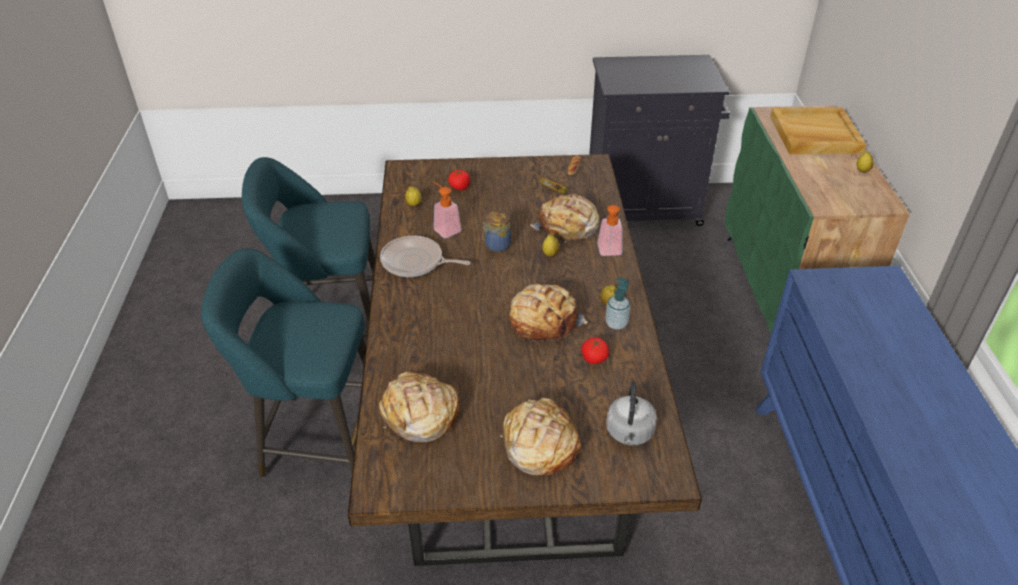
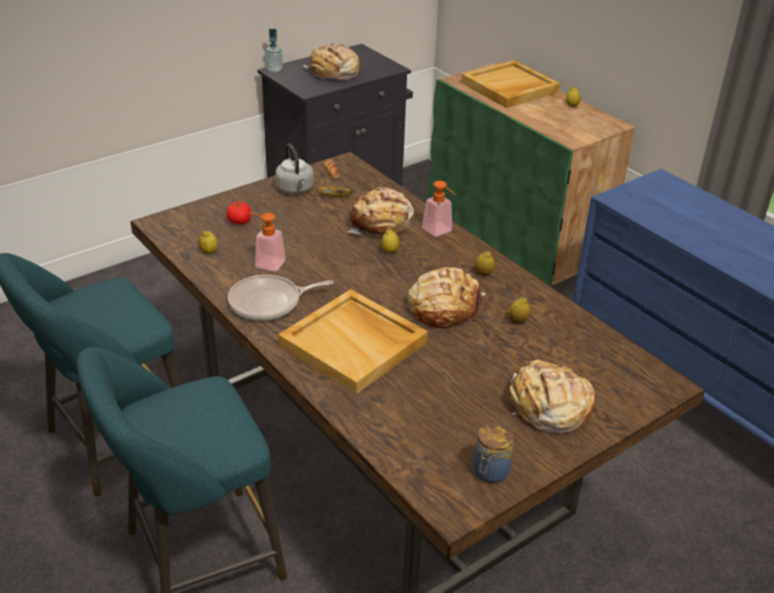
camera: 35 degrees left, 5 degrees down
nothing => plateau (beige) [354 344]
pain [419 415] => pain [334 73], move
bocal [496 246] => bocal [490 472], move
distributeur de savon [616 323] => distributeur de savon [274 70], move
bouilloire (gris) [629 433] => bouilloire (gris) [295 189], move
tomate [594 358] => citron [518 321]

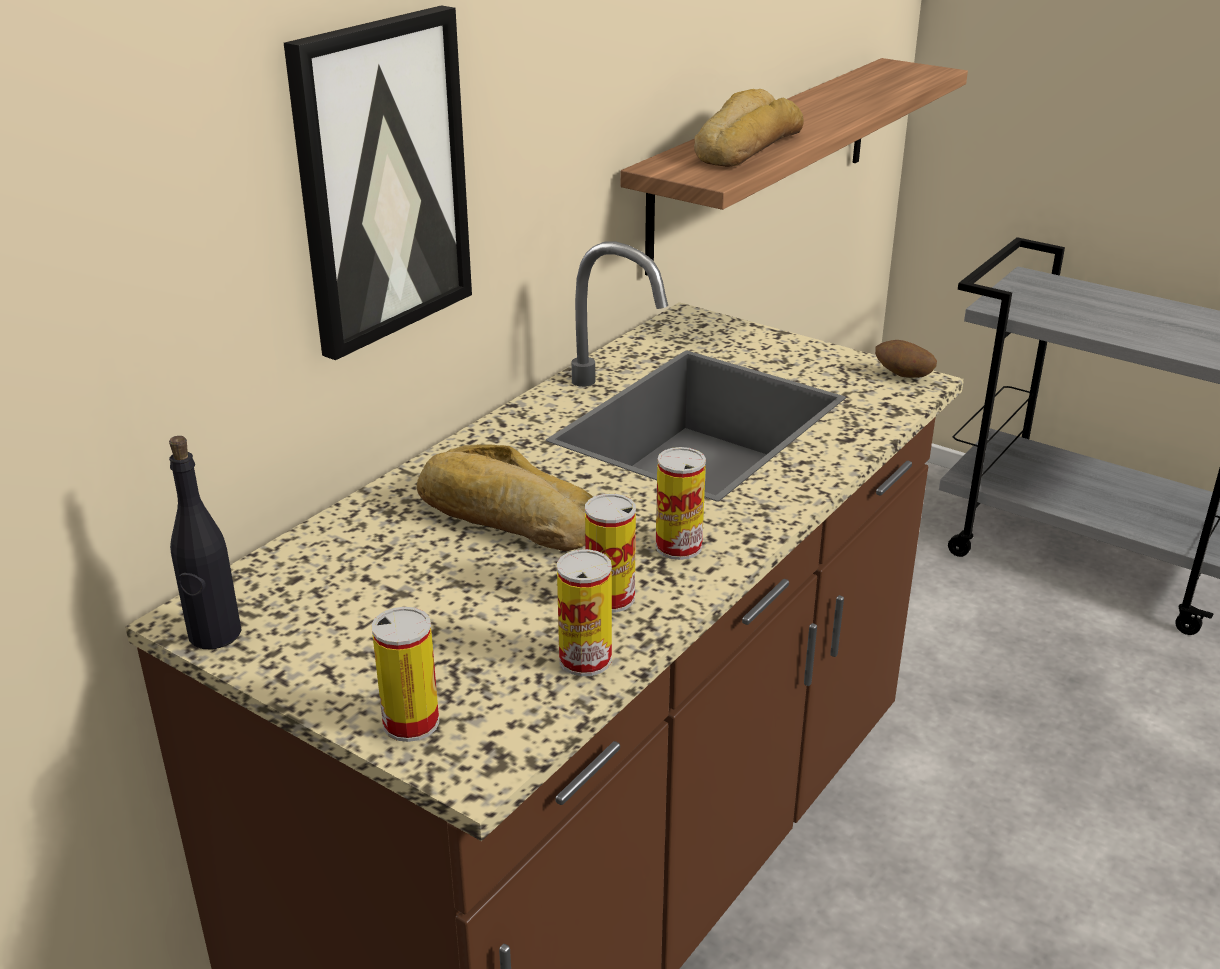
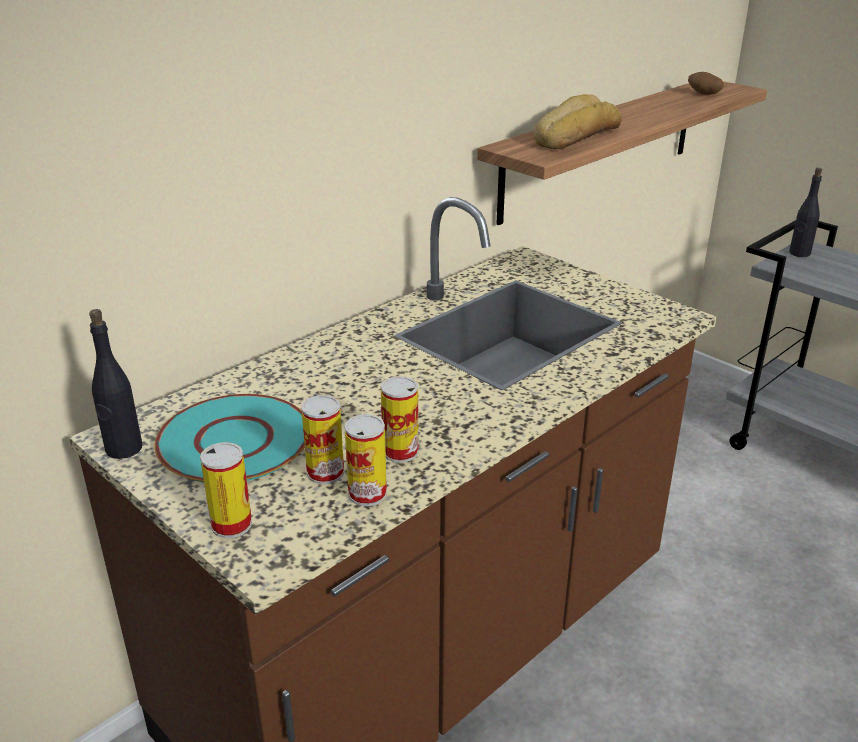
camera: 10 degrees right, 0 degrees up
tableau [381 181] => nothing
pain [506 518] => nothing
nothing => assiette (turquoise) [235 441]
nothing => bouteille (noir) [799 253]
boîte métallique [678 546] => boîte métallique [325 472], move
pomme de terre [902 376] => pomme de terre [703 94], move

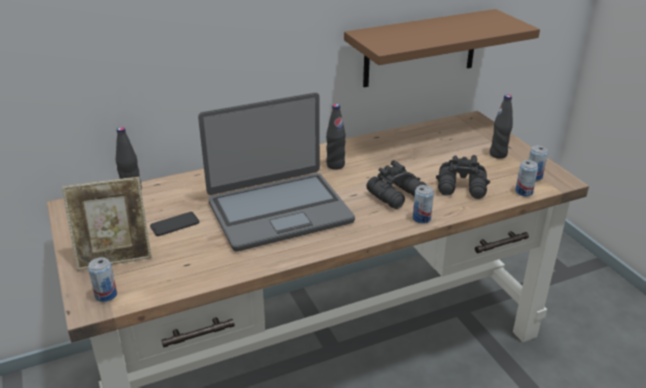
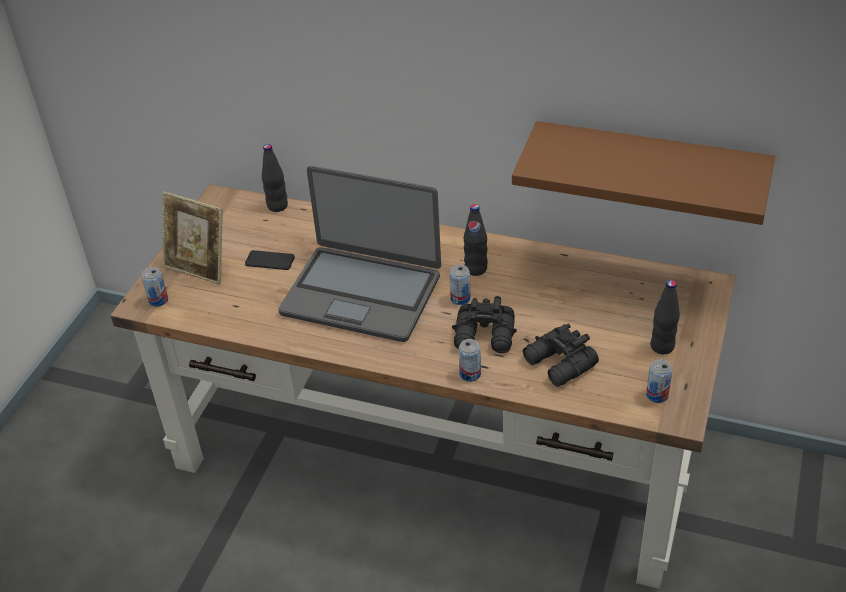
camera: 45 degrees right, 10 degrees up
boîte métallique [524 192] => boîte métallique [460 298], move

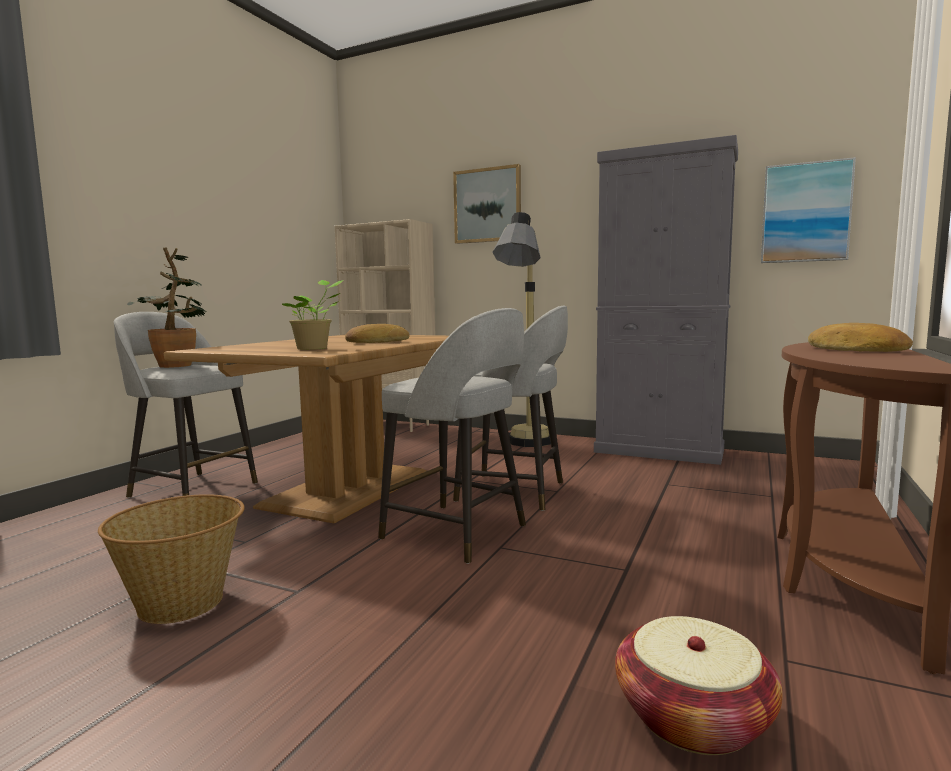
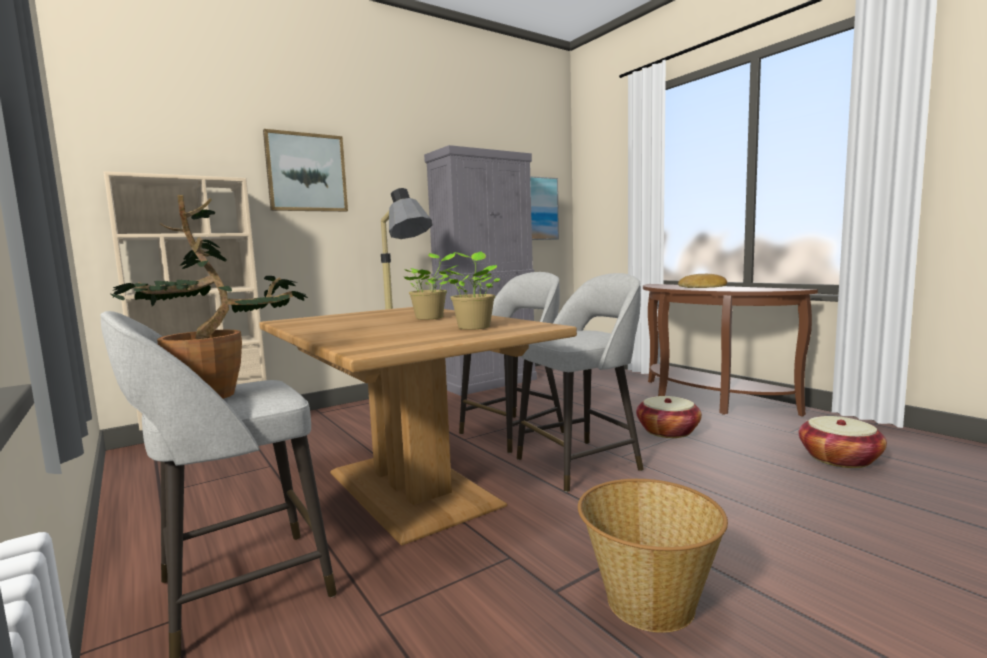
camera: 60 degrees left, 0 degrees up
nothing => panier [668 431]
pain [376 342] => plante en pot [431 317]

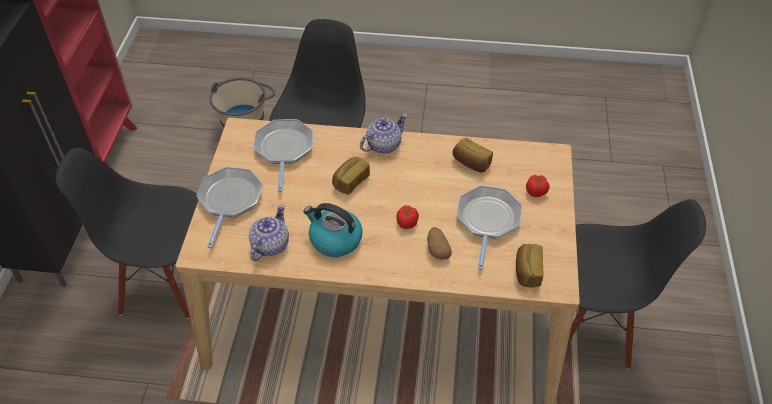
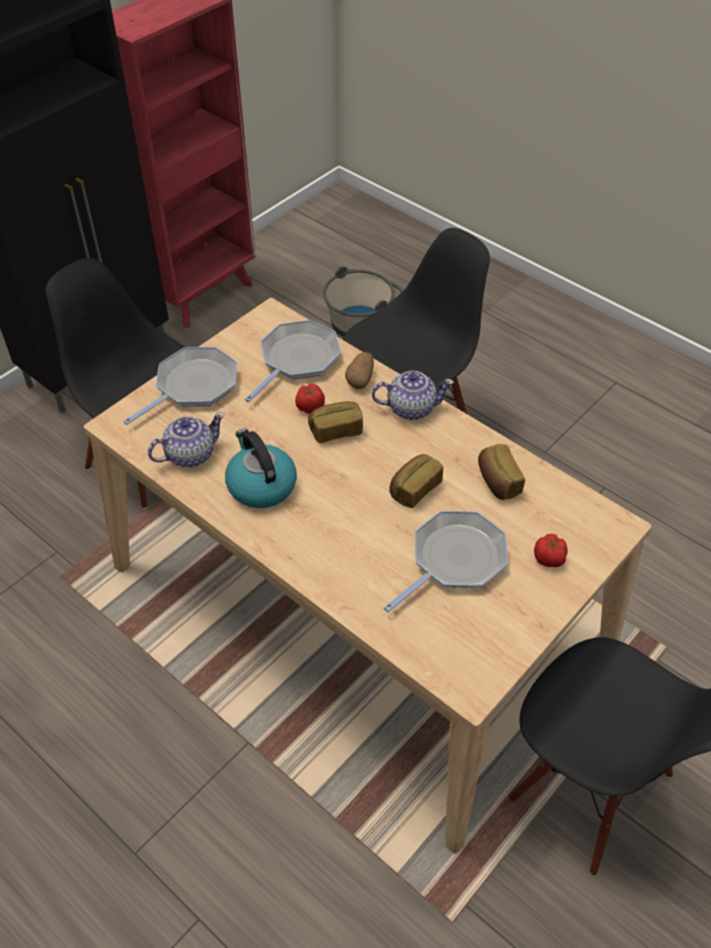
camera: 35 degrees right, 0 degrees up
tomate [406 223] => tomate [309 407], move
pomme de terre [437 249] => pomme de terre [361 379], move
pain [527 272] => pain [414 489], move

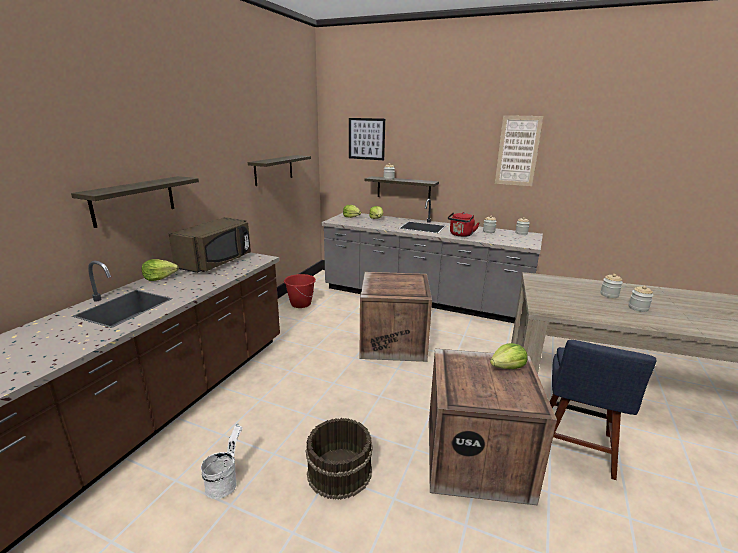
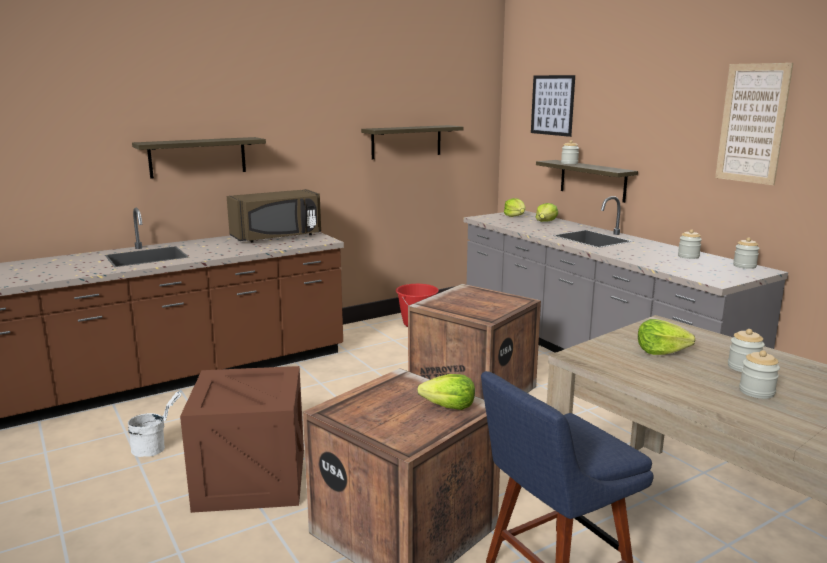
camera: 35 degrees right, 5 degrees down
bouilloire (rouge) [461 235] => nothing
laitue [159 278] => laitue [660 351], move
seau (marron) [339 471] => caisse [251 479]

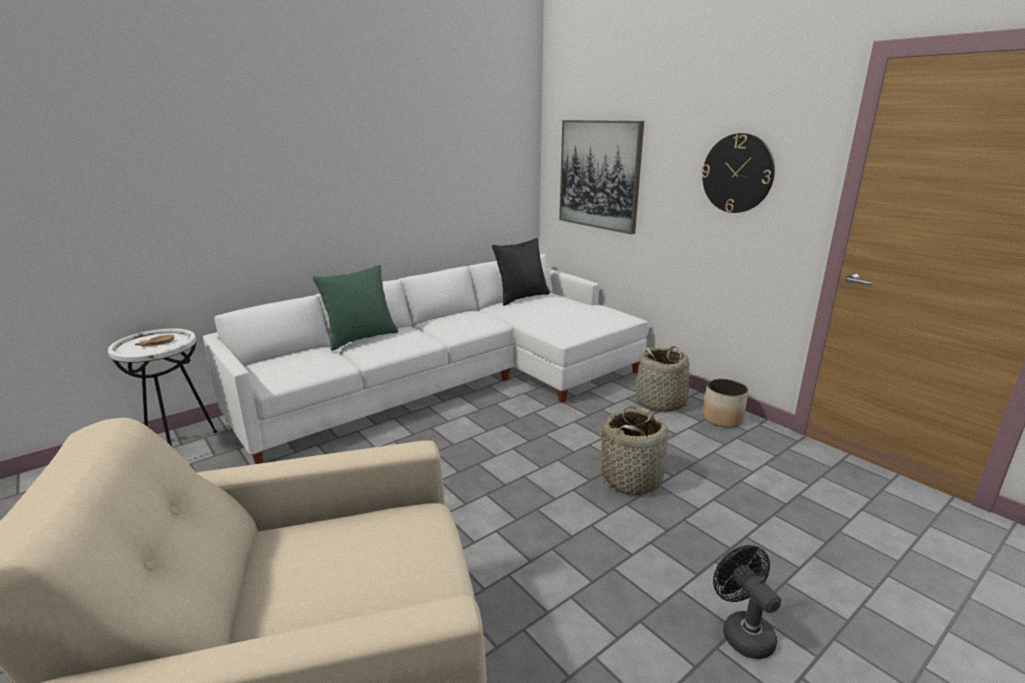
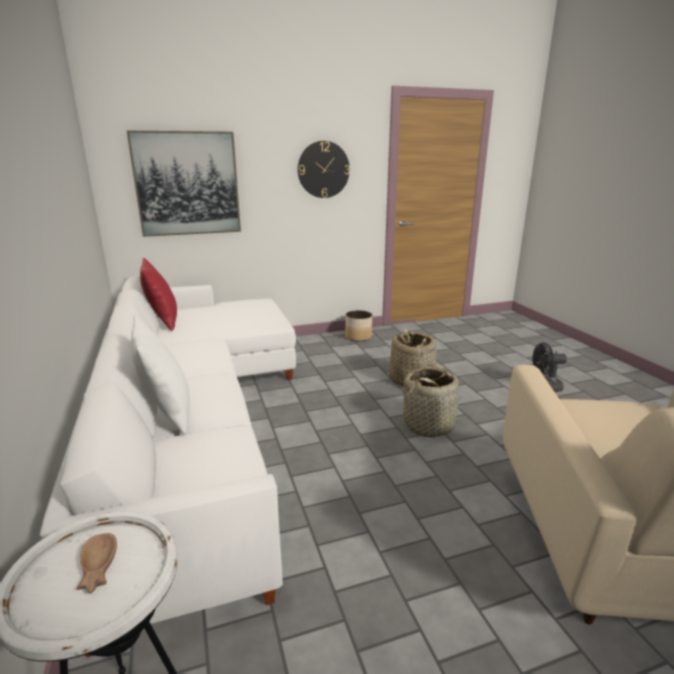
camera: 70 degrees left, 0 degrees up
panier [661 403] => panier [429 425], move
coussin (vert) [360 338] => coussin (blanc) [167 412]
coussin (noir) [521 298] => coussin (rouge) [163 321]

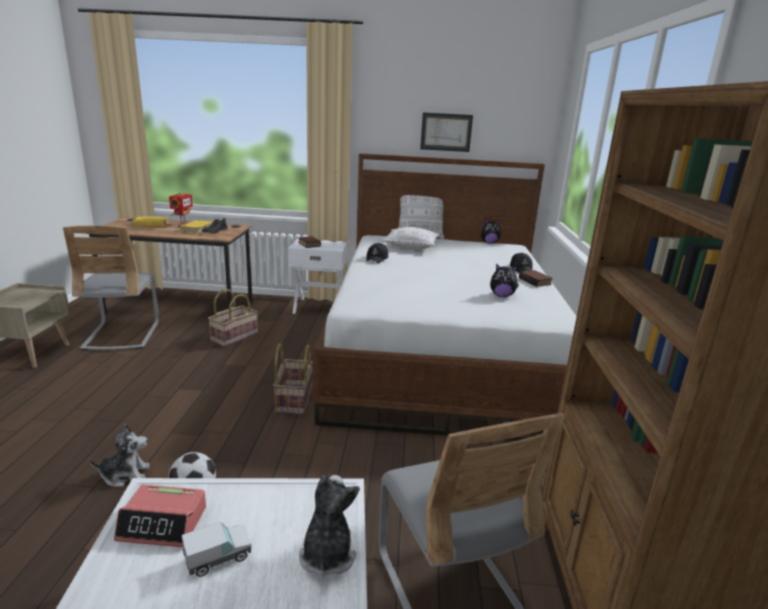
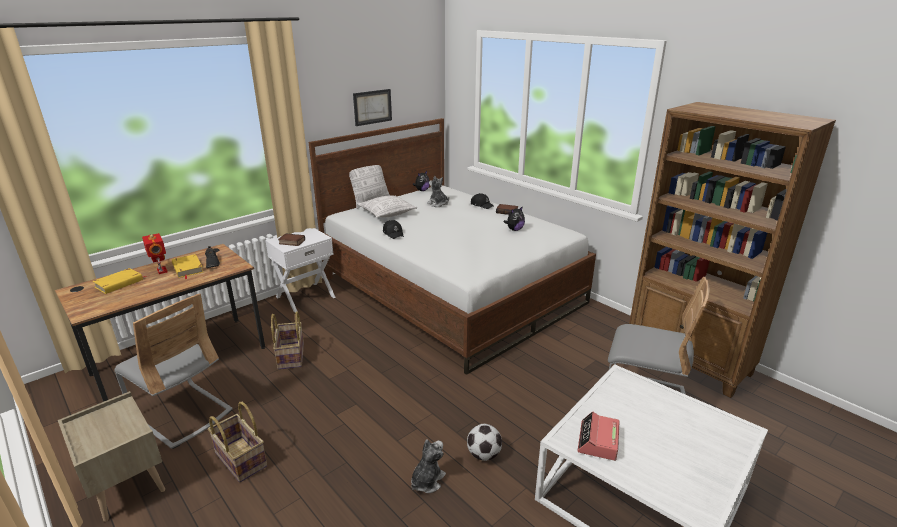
camera: 45 degrees left, 5 degrees up
camion jouet [218 558] => nothing
panier [293 399] => panier [240 459], move
peluche [327 554] => peluche [438 204], move
réveil [163 523] => réveil [598 441], 150 degrees clockwise

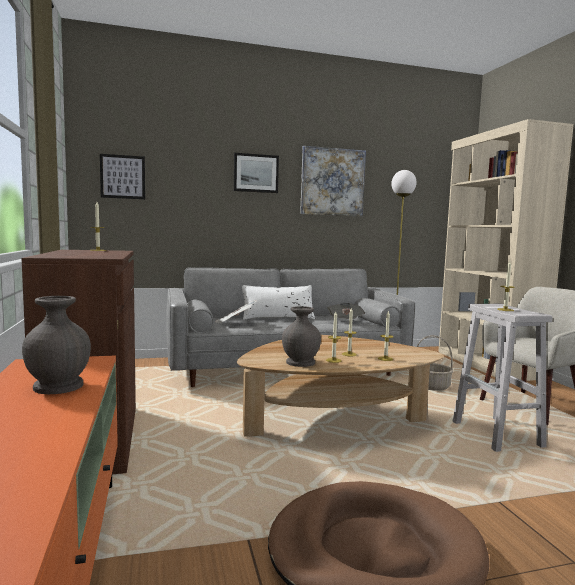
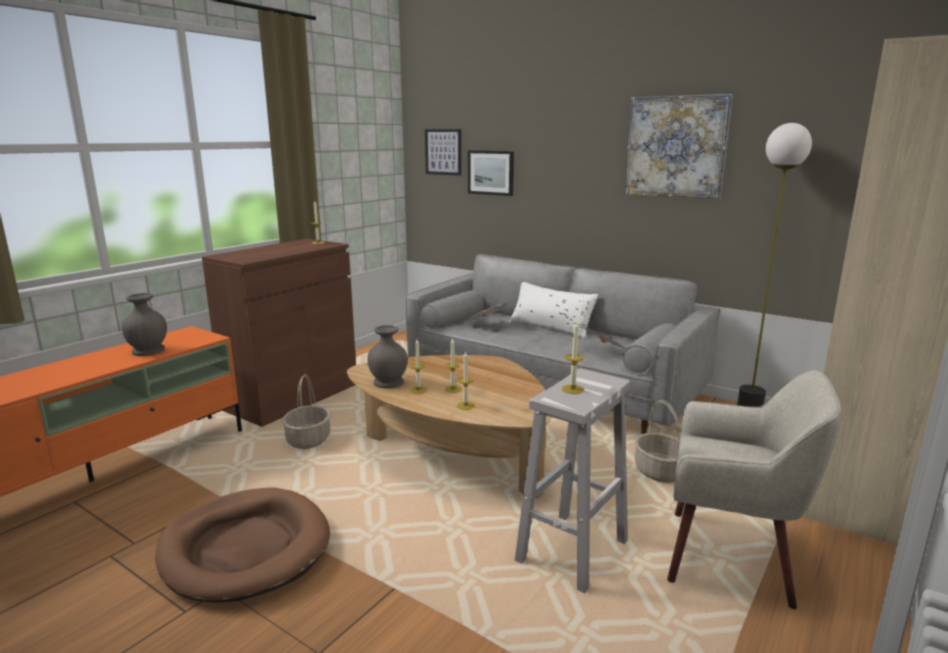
camera: 50 degrees right, 10 degrees up
nothing => panier [309 440]
tableau [256 173] => tableau [491 172], move

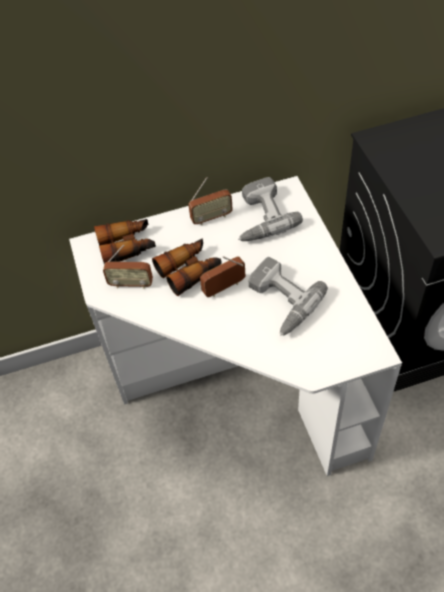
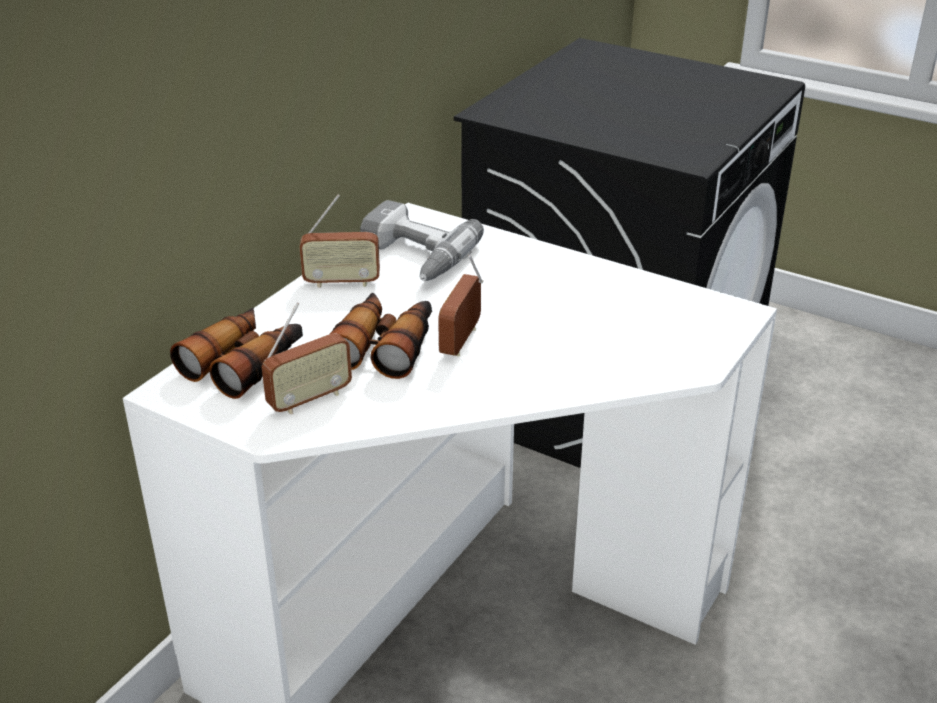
camera: 45 degrees left, 20 degrees down
perceuse [279 302] => nothing
radio [211 217] => radio [342 282], 60 degrees clockwise

